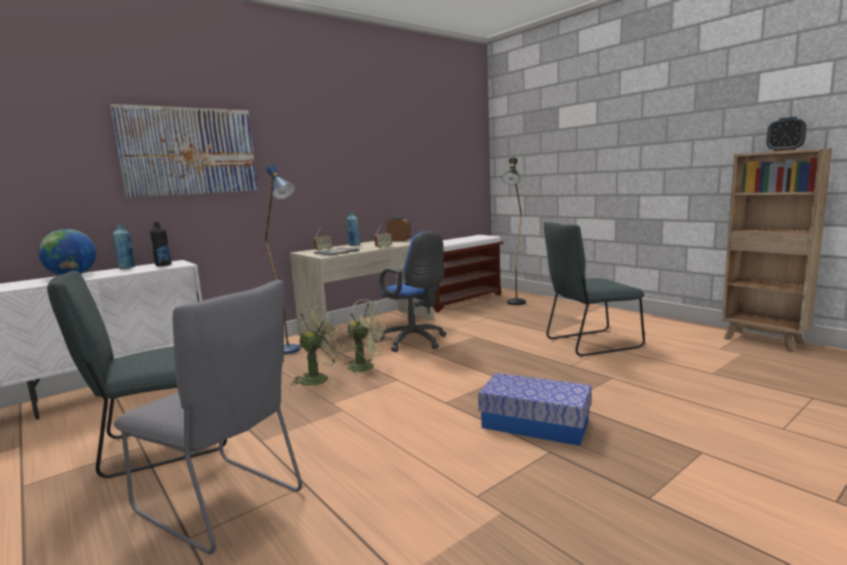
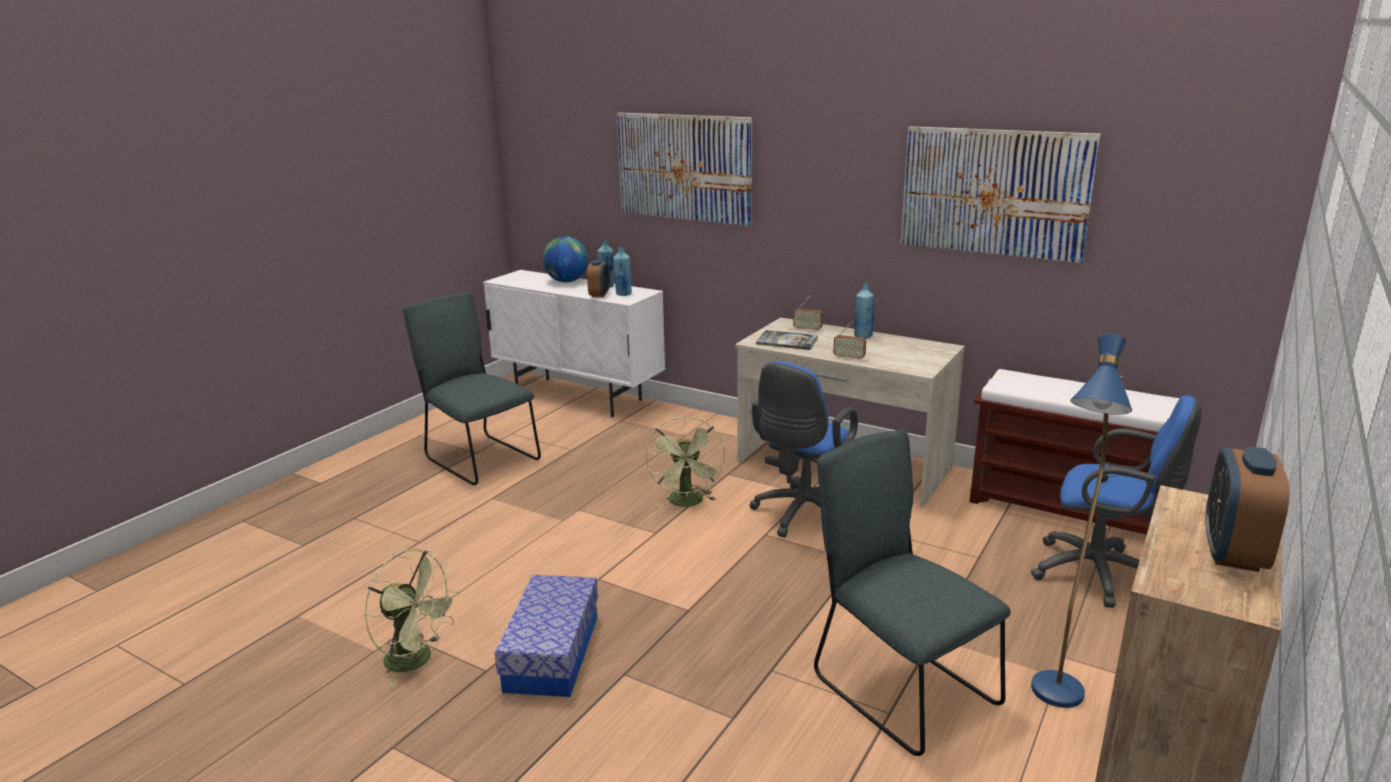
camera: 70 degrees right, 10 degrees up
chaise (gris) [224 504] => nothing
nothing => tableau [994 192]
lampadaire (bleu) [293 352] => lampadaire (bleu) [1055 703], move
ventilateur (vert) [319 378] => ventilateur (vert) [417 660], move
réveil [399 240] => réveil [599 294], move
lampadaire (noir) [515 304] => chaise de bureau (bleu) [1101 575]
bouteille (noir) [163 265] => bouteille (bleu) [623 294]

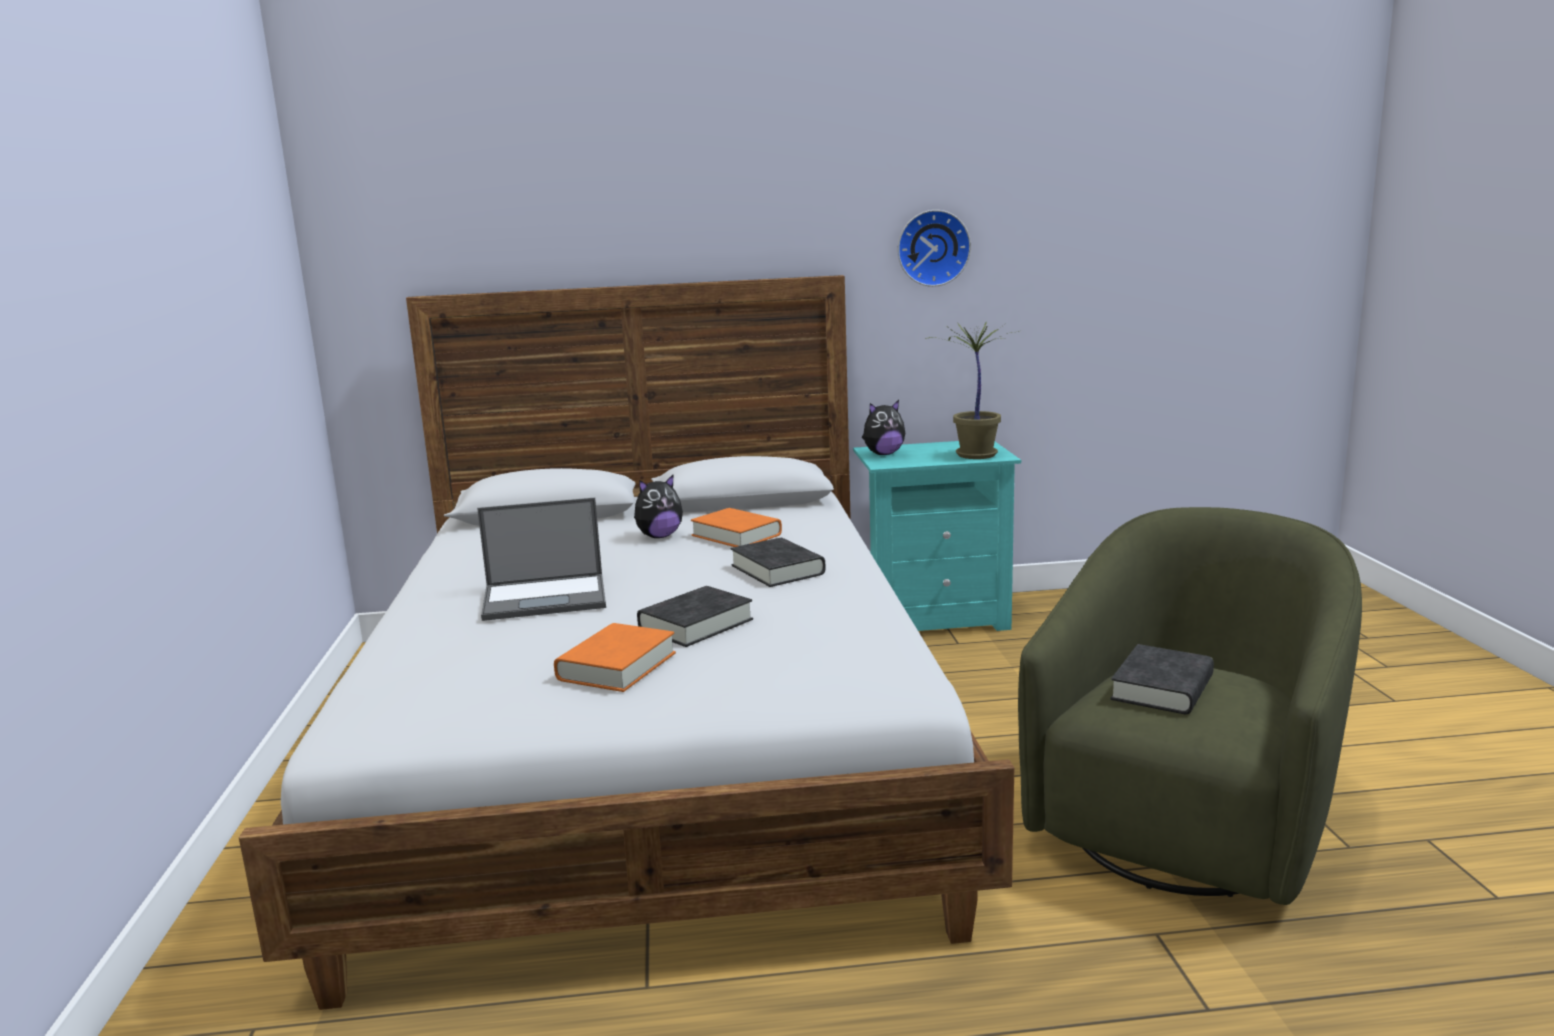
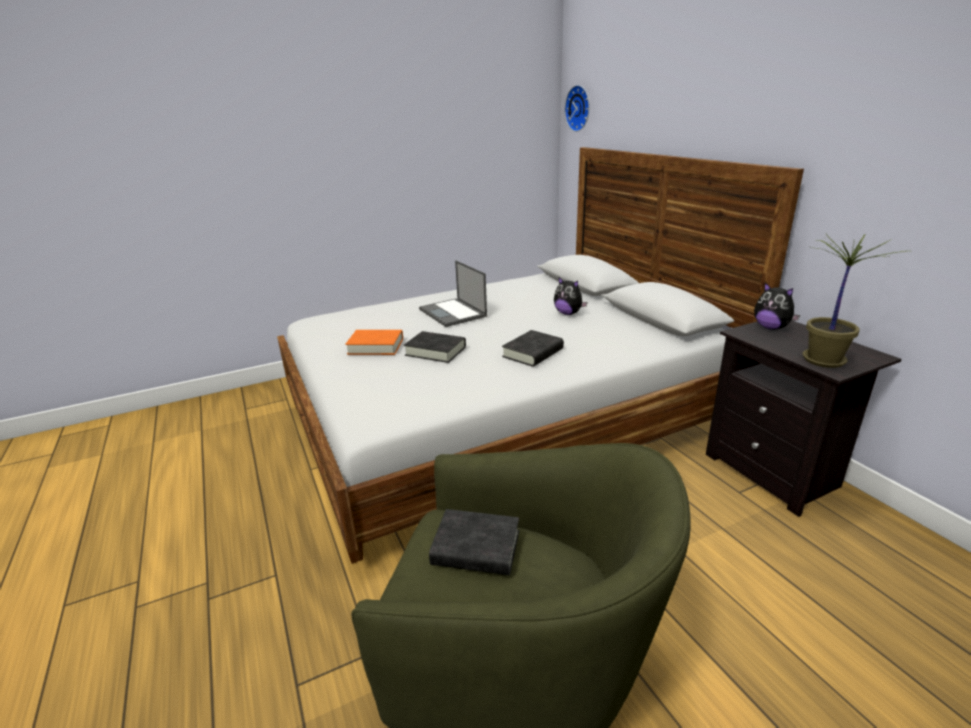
camera: 70 degrees right, 10 degrees up
livre (orange) [736 535] => nothing
horloge murale [932 248] => horloge murale [579 108], move
table de chevet (turquoise) [935 618] => table de chevet (noir) [775 472]

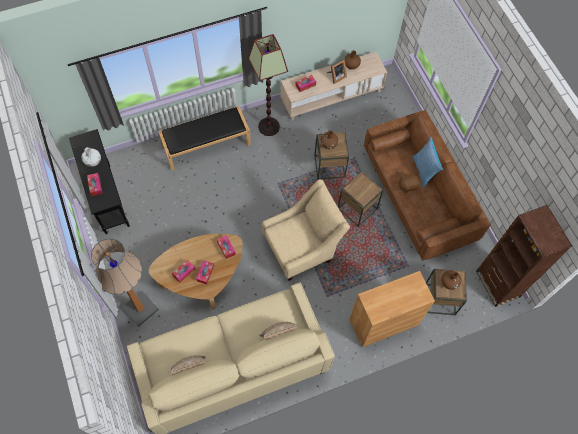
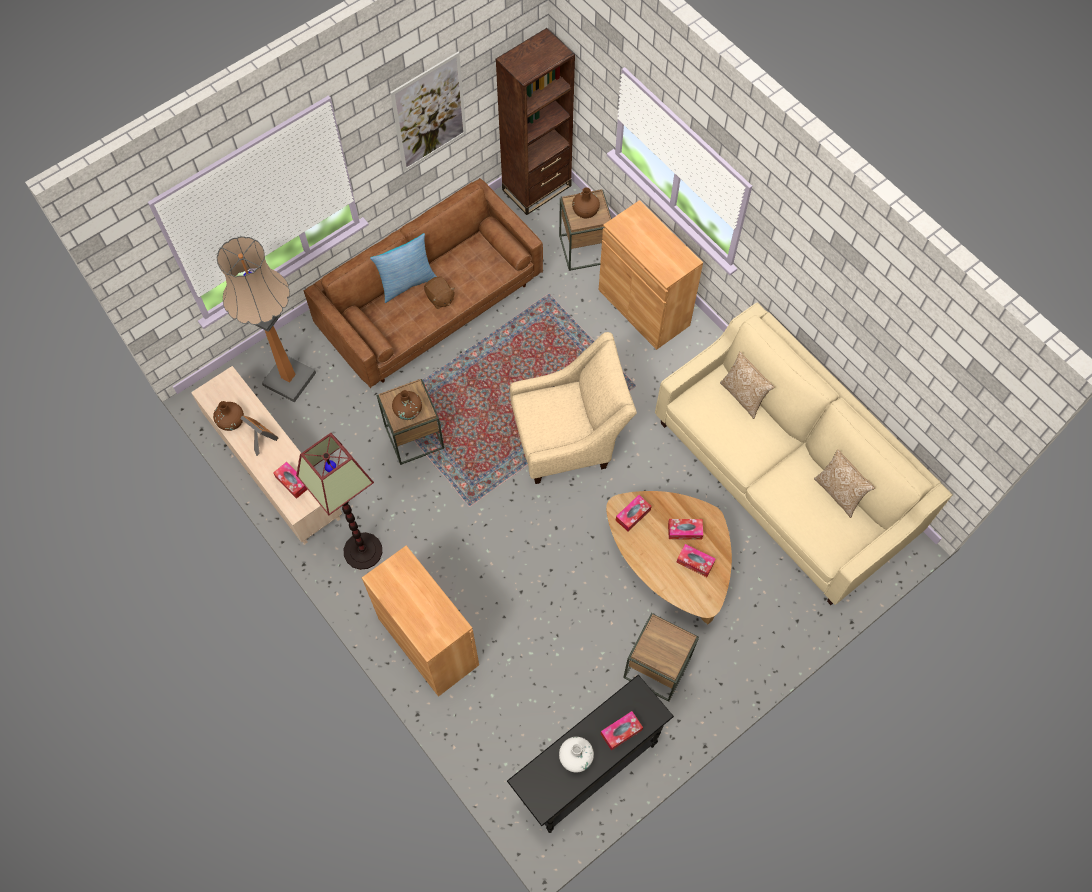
camera: 105 degrees left, 0 degrees up
nothing => tableau [429 113]
lampadaire [140 309] => lampadaire [289 379], move
table d'appoint (marron) [357 208] => table d'appoint (marron) [656 667], move
banc (noir) [207 144] => meuble de rangement (marron) [428 641]
fauteuil (beige) [302 247] => fauteuil (beige) [569 438], 120 degrees clockwise

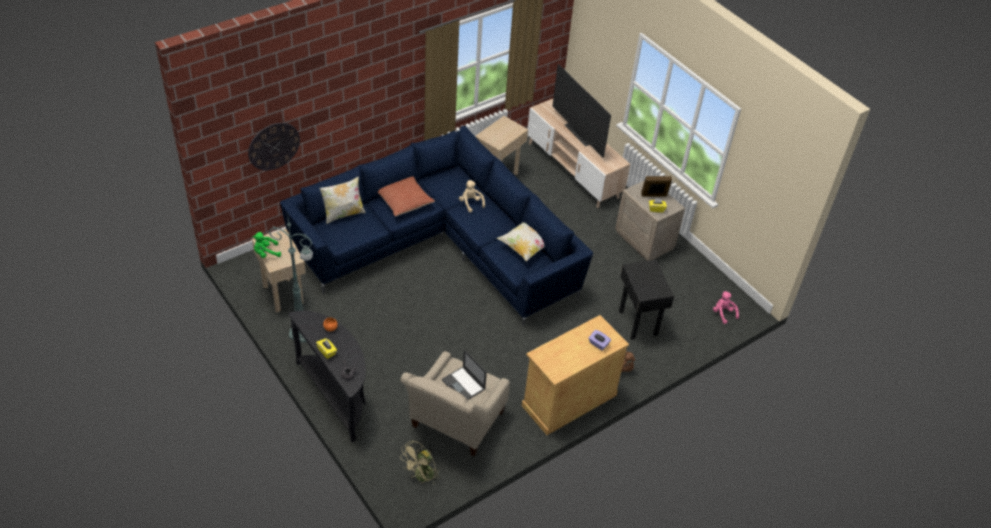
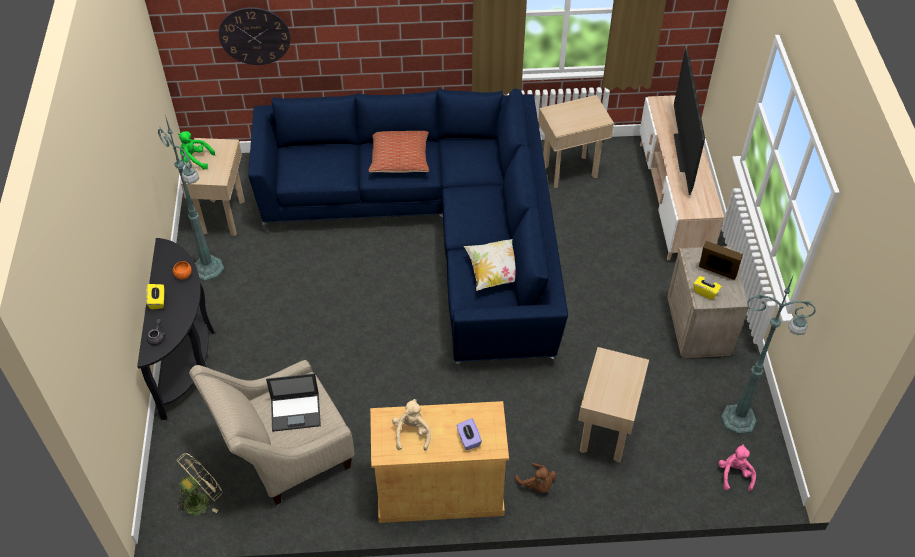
camera: 35 degrees right, 5 degrees up
coussin [343 214] => nothing
nothing => lampadaire (vert) [740 420]
peluche (beige) [470 203] => peluche (beige) [412 433], move
table d'appoint (noir) [637 323] => table d'appoint (beige) [605 433]
ventilateur (beige) [421 477] => ventilateur (beige) [200 499], 150 degrees clockwise
ordinateur portable [464 385] => ordinateur portable [296 412], 90 degrees counterclockwise

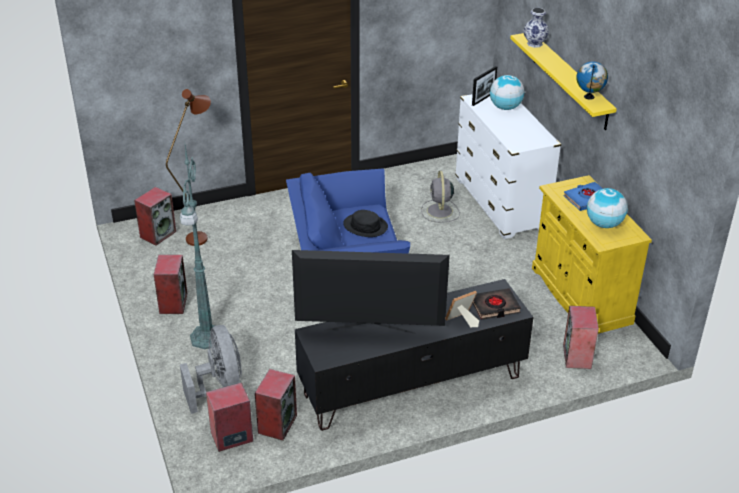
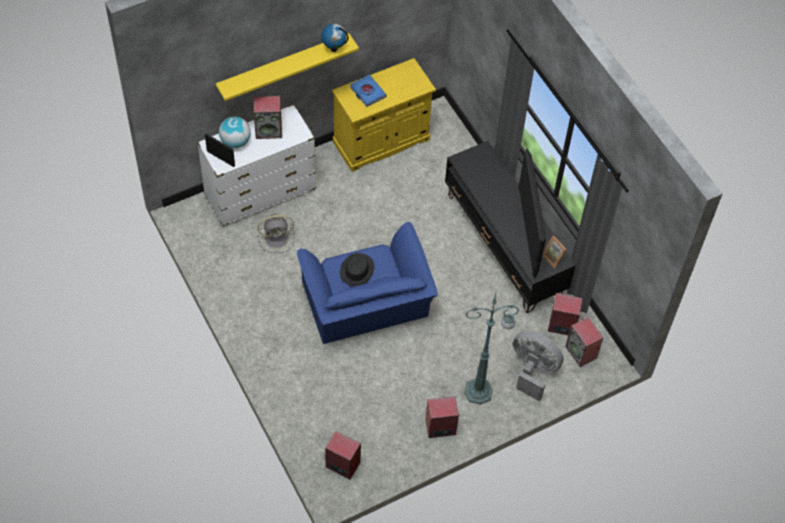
camera: 100 degrees left, 20 degrees up
lampadaire (marron) [202 235] => nothing
livre (noir) [495 306] => nothing
vase [535 44] => nothing
globe [604 224] => nothing
cadre photo [461 321] => cadre photo [554 258], move
enceinte [577 357] => enceinte [269 130], move
ventilateur (gris) [219 387] => ventilateur (gris) [533 371], 60 degrees clockwise

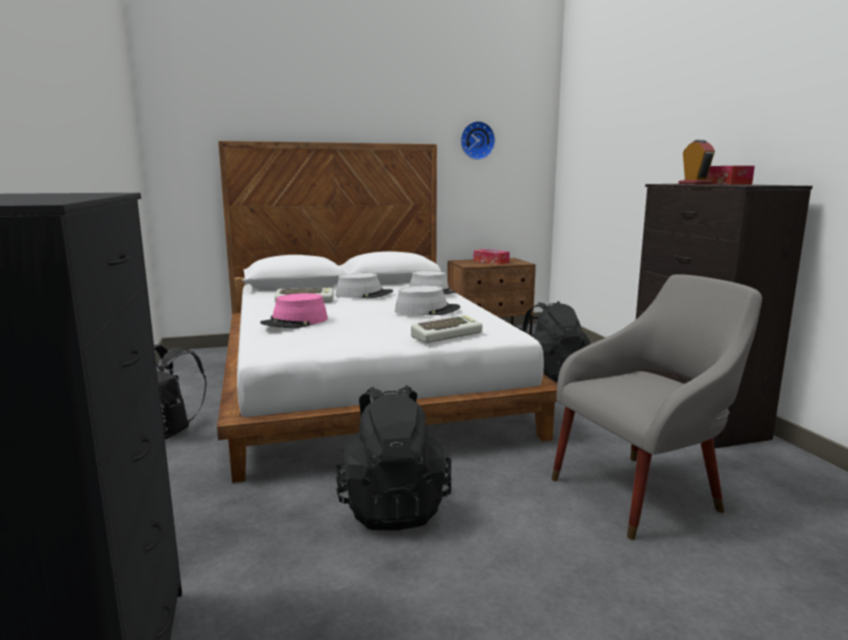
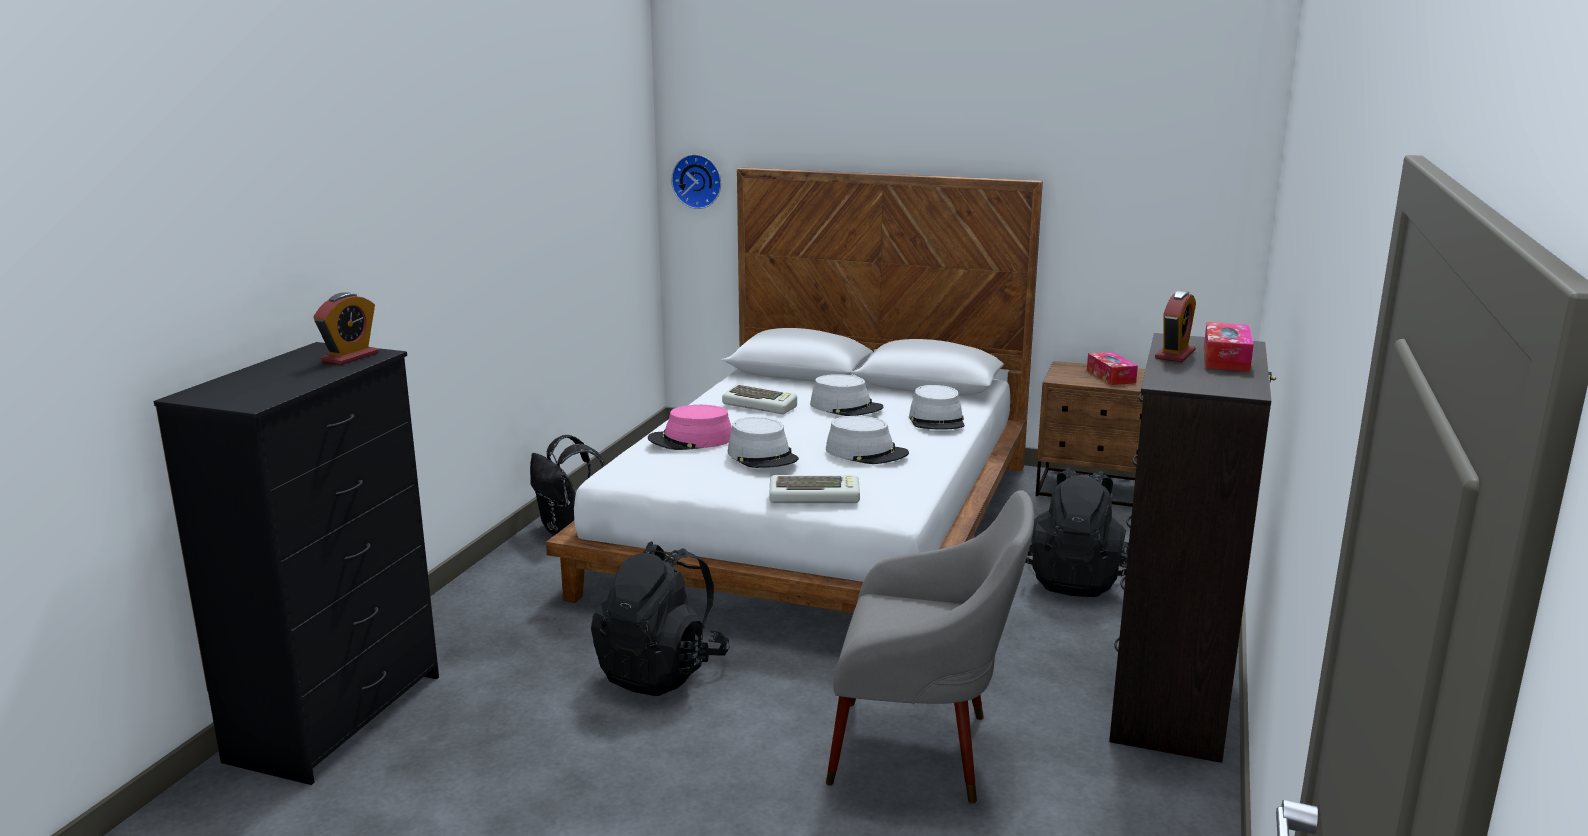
camera: 35 degrees right, 5 degrees up
nothing => réveil [350 357]
nothing => chapeau (gris) [763 456]
horloge murale [476 140] => horloge murale [698 181], move

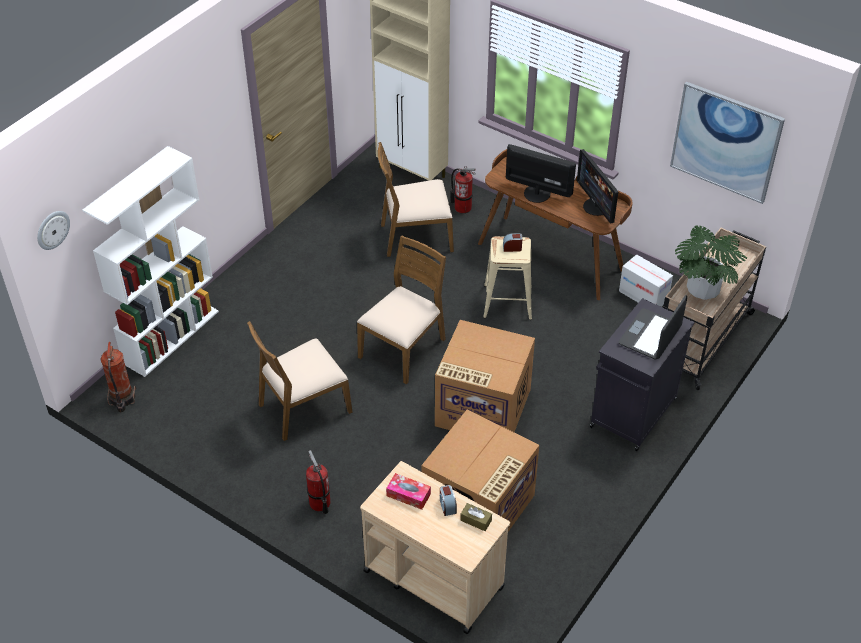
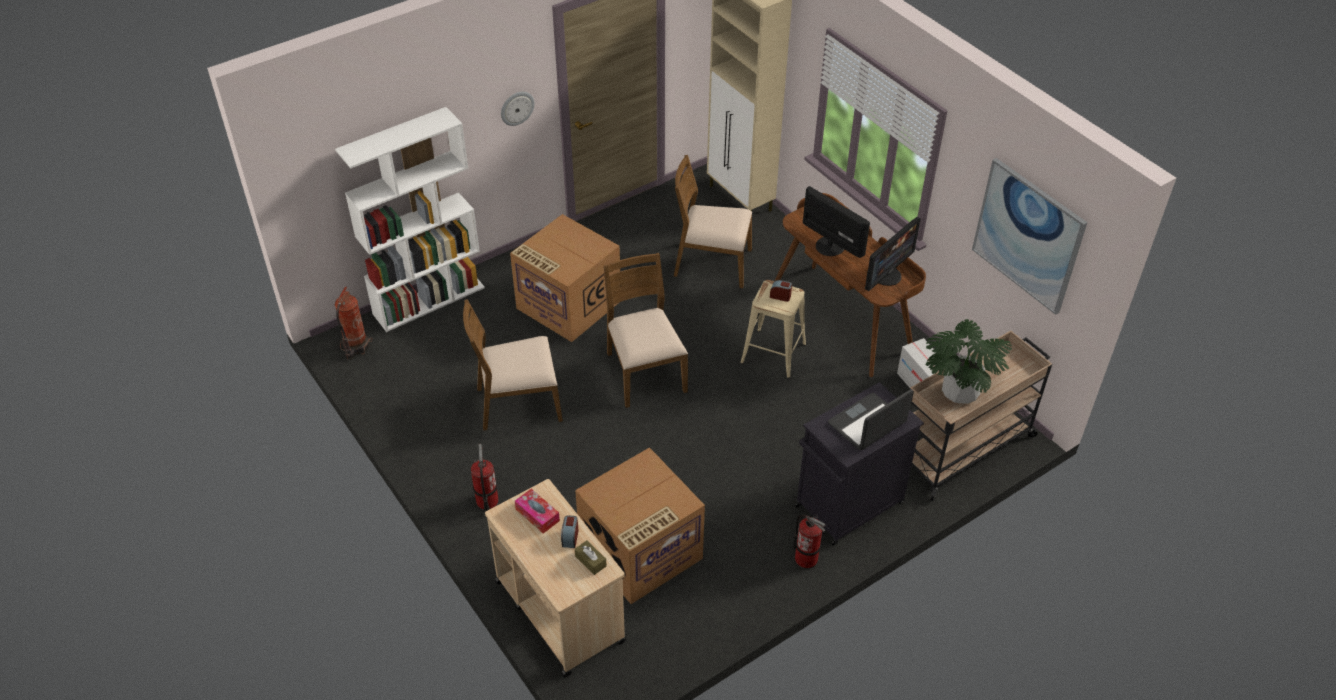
camera: 20 degrees right, 0 degrees up
horloge murale [52 229] => horloge murale [517 108], move
carton [481 408] => carton [567 304], move
extincteur [462 207] => extincteur [806 558], move
chaise (marron) [404 348] => chaise (marron) [644 372], 75 degrees counterclockwise
écran d'ordinateur [596 207] => écran d'ordinateur [886 275], 135 degrees counterclockwise

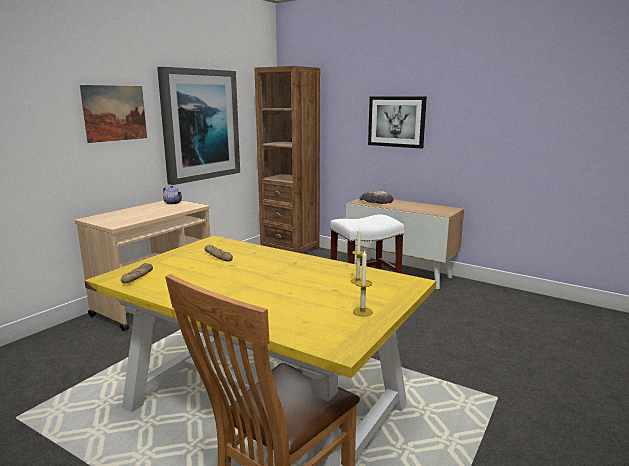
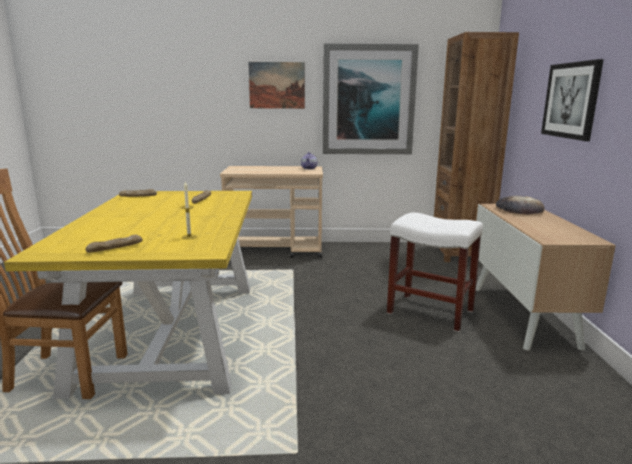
camera: 55 degrees right, 0 degrees up
bougie [362 311] => pain [115 248]

